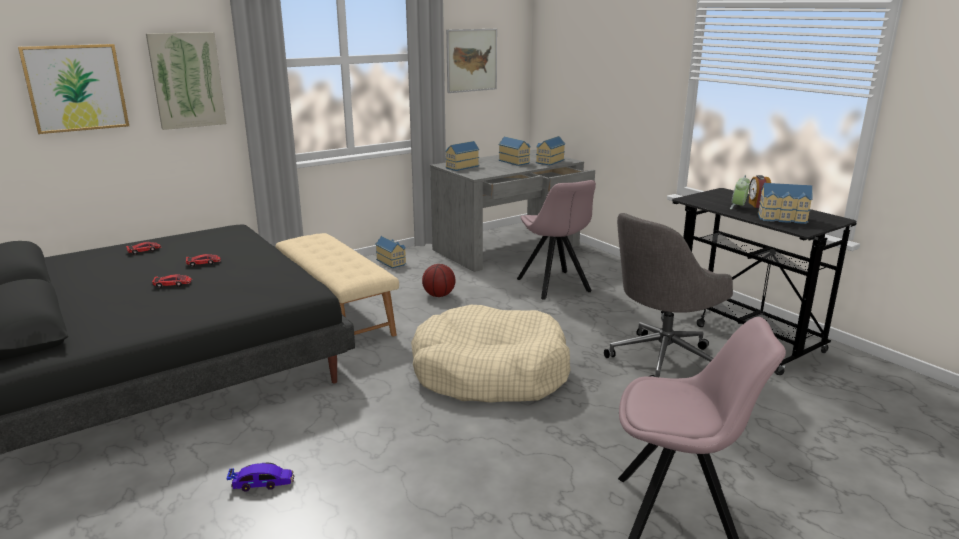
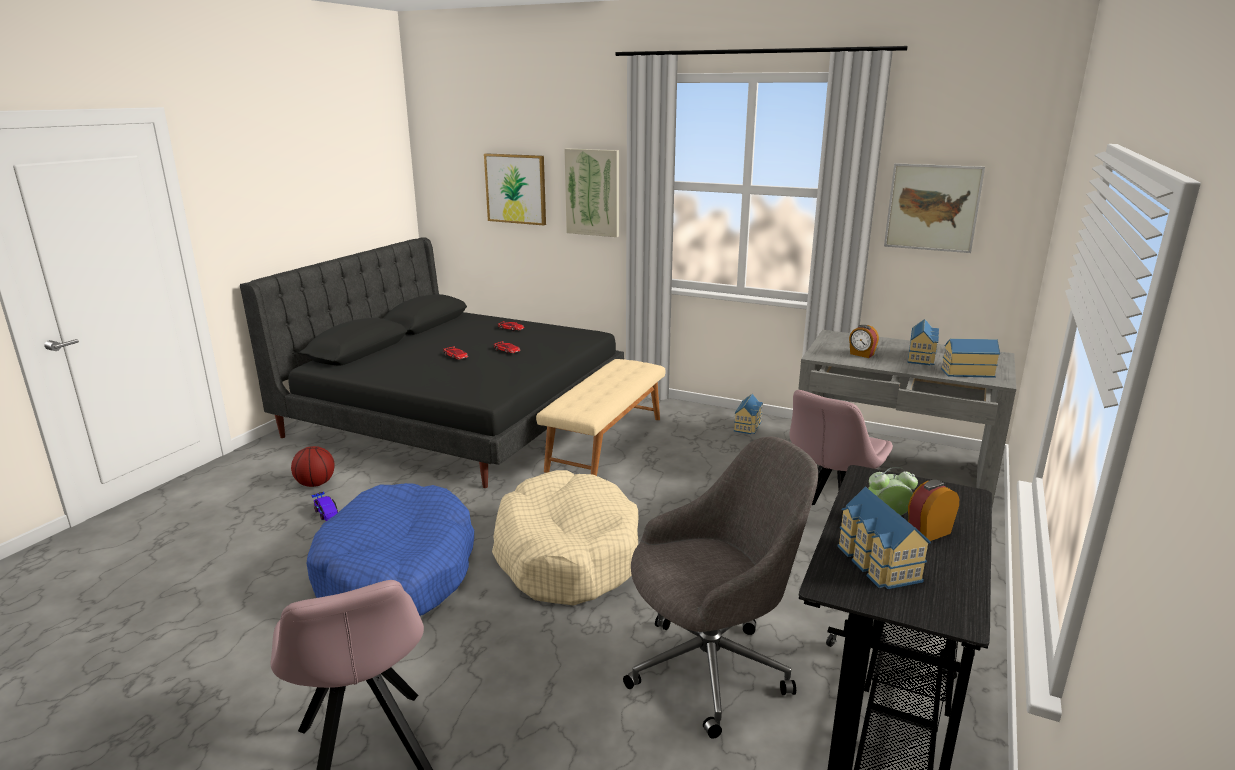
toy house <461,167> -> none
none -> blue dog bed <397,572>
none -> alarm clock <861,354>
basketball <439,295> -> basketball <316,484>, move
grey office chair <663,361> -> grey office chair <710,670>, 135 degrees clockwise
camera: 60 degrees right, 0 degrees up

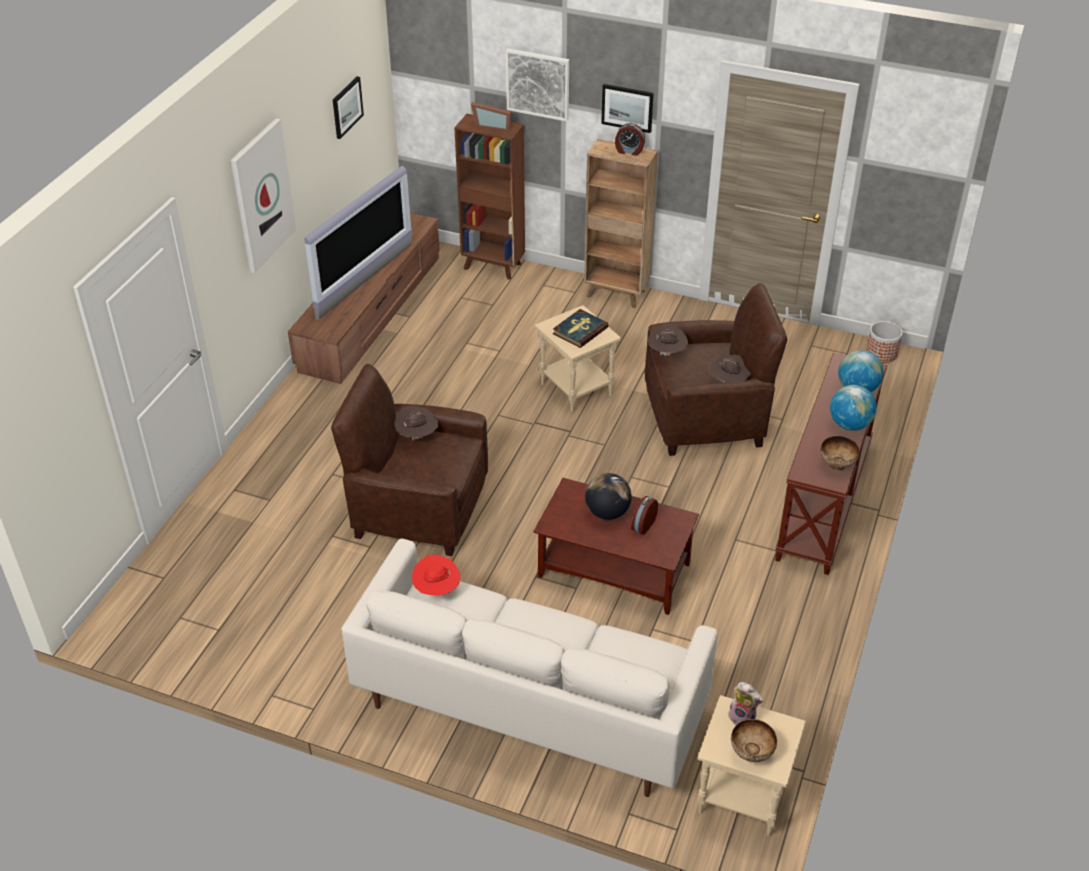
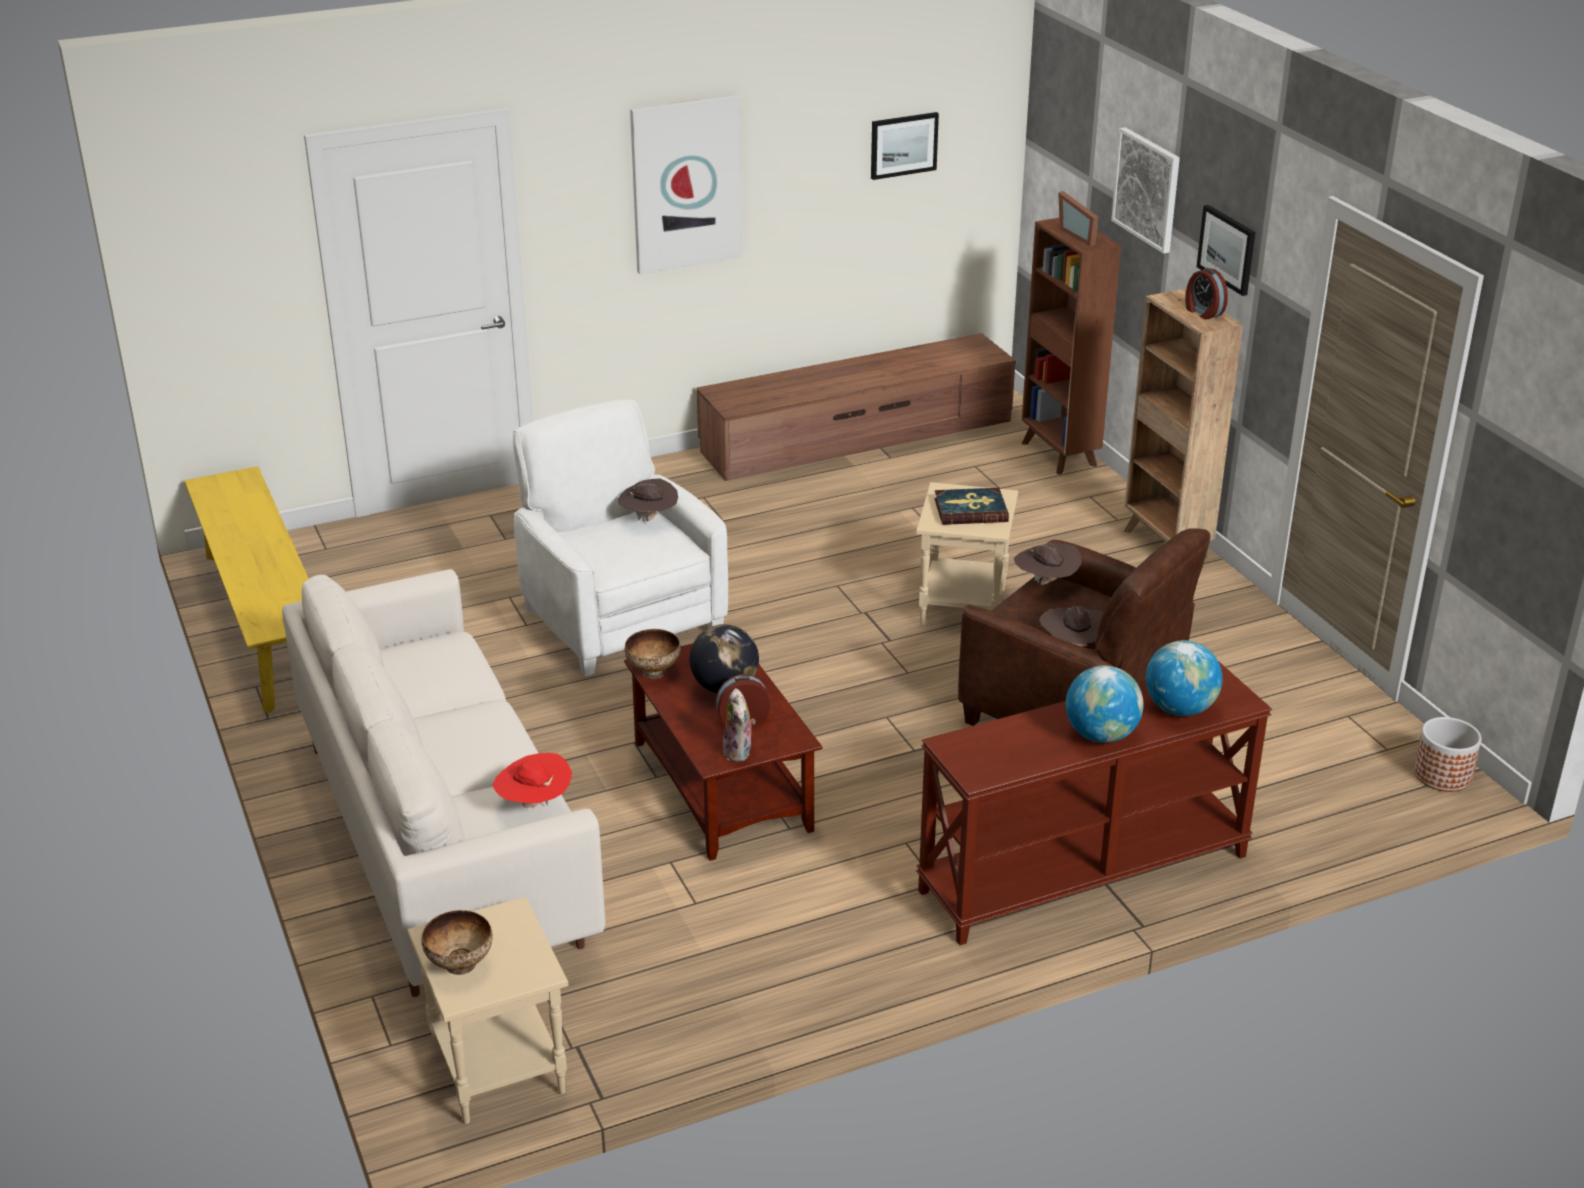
television <366,282> -> none
none -> yellow bench <265,623>
red hat <437,590> -> red hat <534,804>, move
plush toy <743,718> -> plush toy <740,752>, move
bowl <836,465> -> bowl <654,671>, move
brown armchair <418,509> -> white armchair <621,620>
camera: 45 degrees right, 10 degrees down

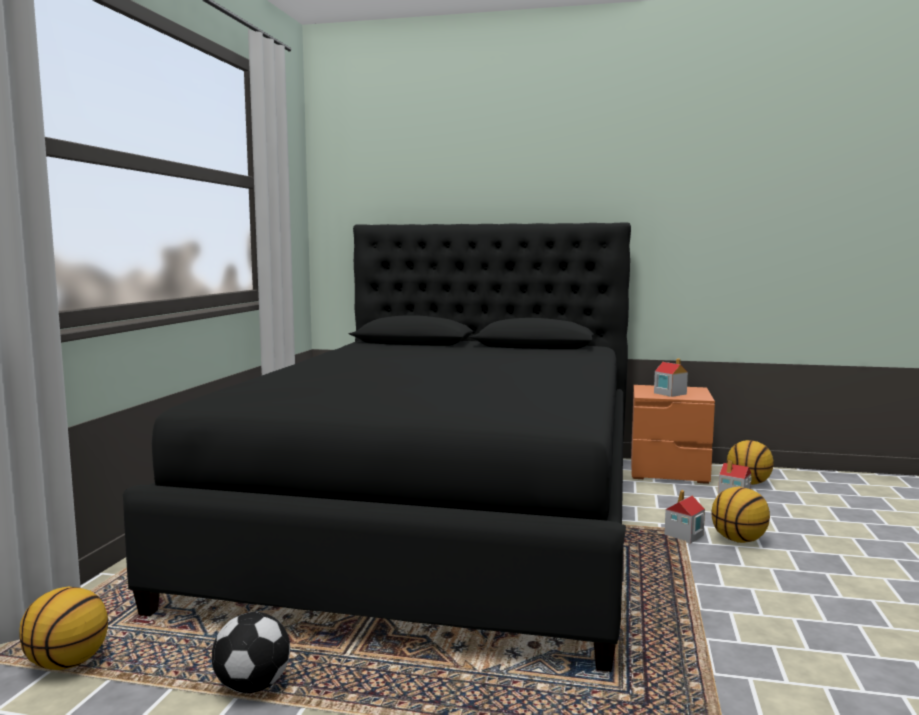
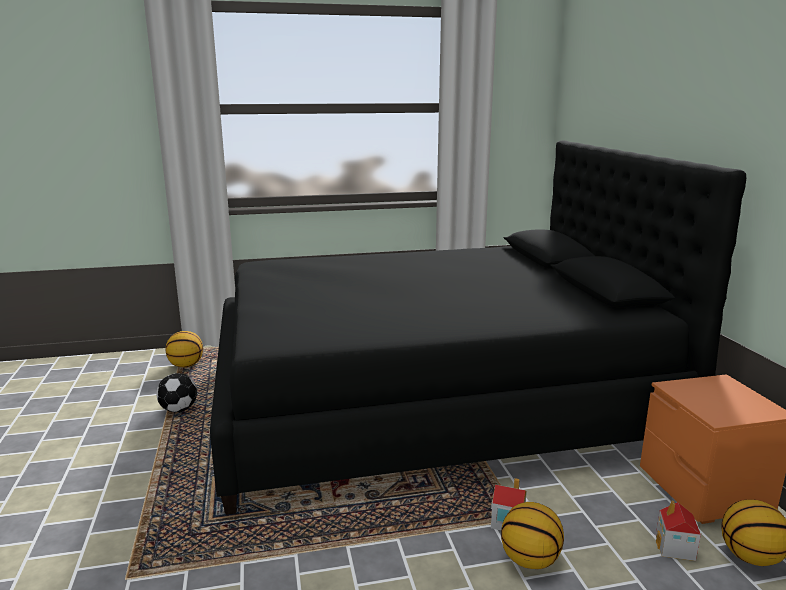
toy house <669,393> -> none
camera: 65 degrees right, 10 degrees up

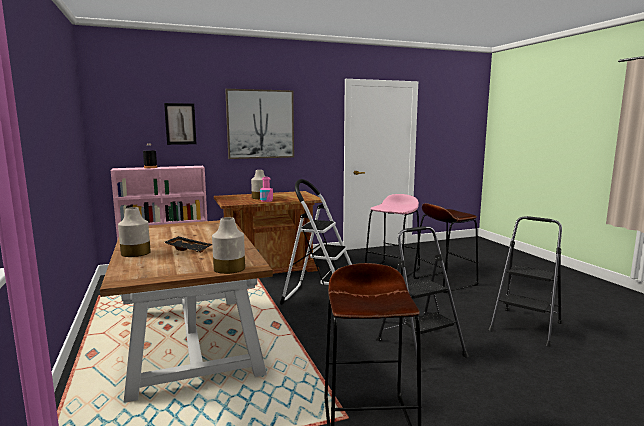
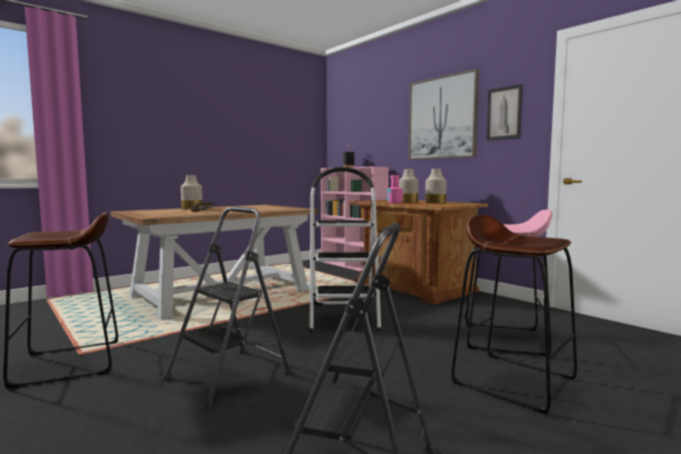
picture <180,124> -> picture <504,113>, move
beige vase <229,268> -> beige vase <435,202>, move
camera: 70 degrees right, 5 degrees down

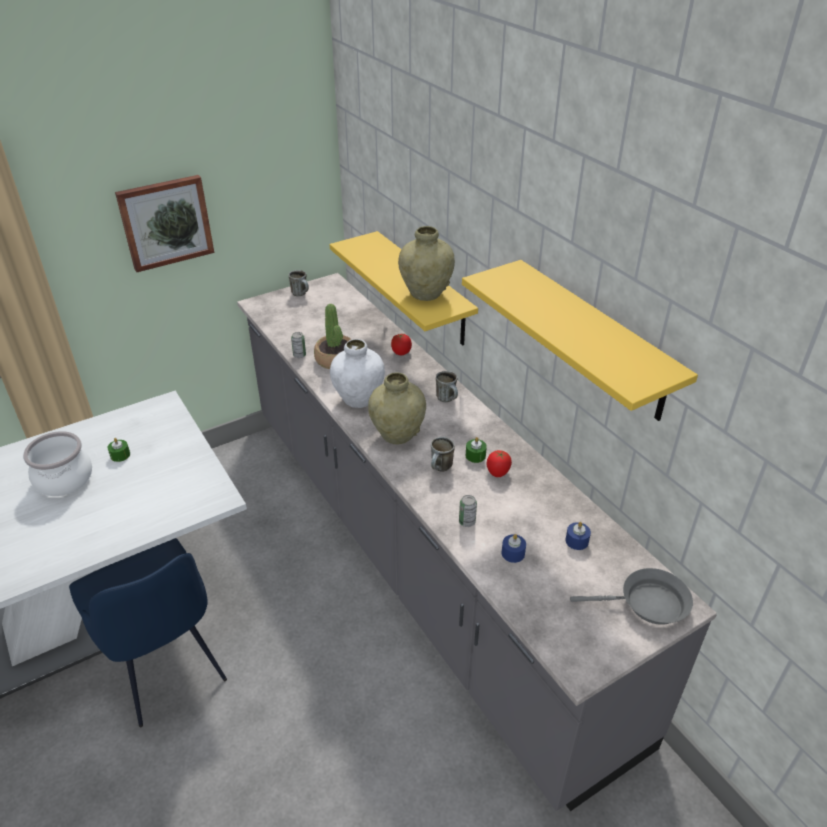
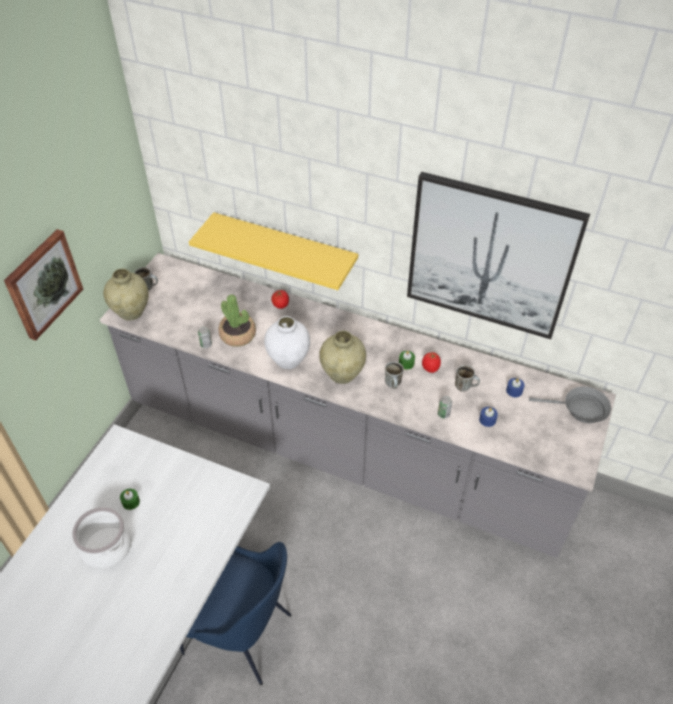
beige vase <425,294> -> beige vase <131,312>, move
mug <448,399> -> mug <465,386>, move
yellow shelf <594,340> -> picture <490,257>
grey frying pan <647,604> -> grey frying pan <580,409>, 45 degrees clockwise
camera: 35 degrees left, 10 degrees up

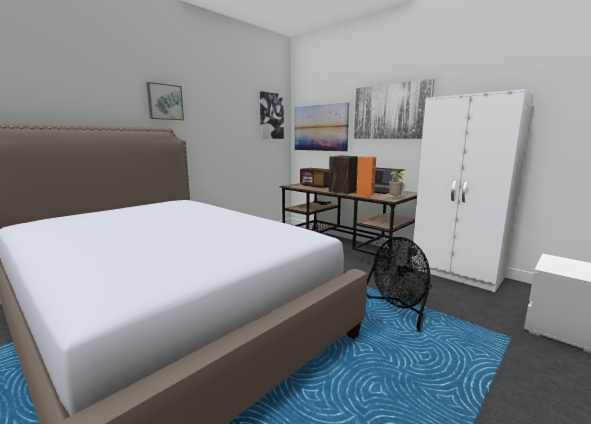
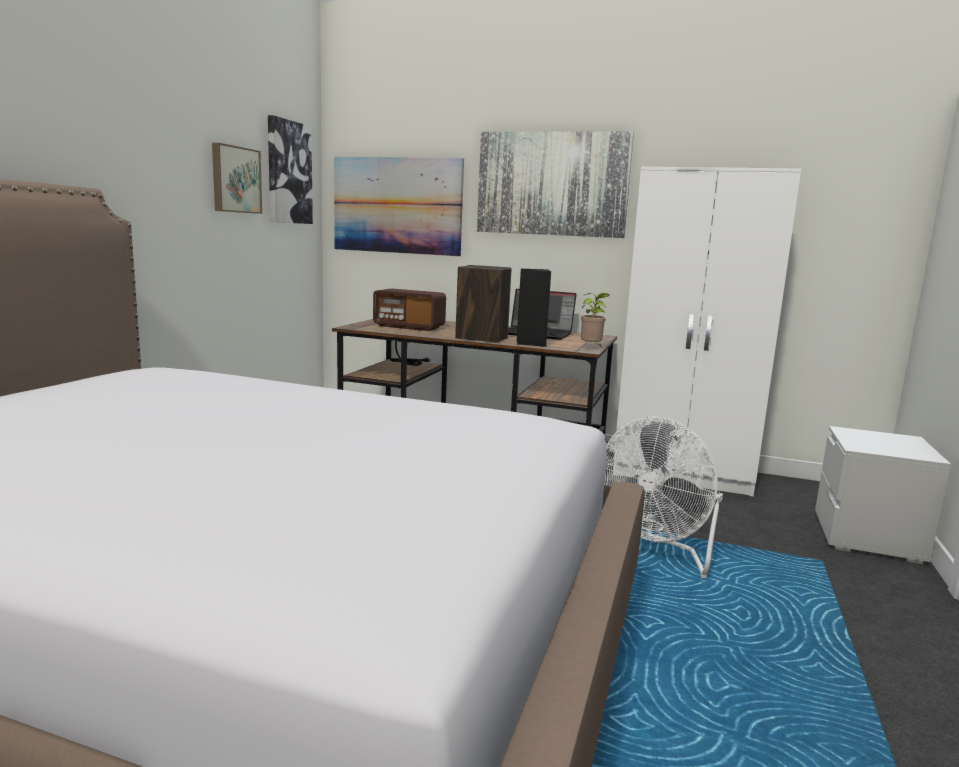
picture <165,102> -> picture <235,179>, move
orange speaker <365,195> -> black speaker <531,343>
black fan <399,309> -> white fan <648,546>
camera: 25 degrees left, 0 degrees up

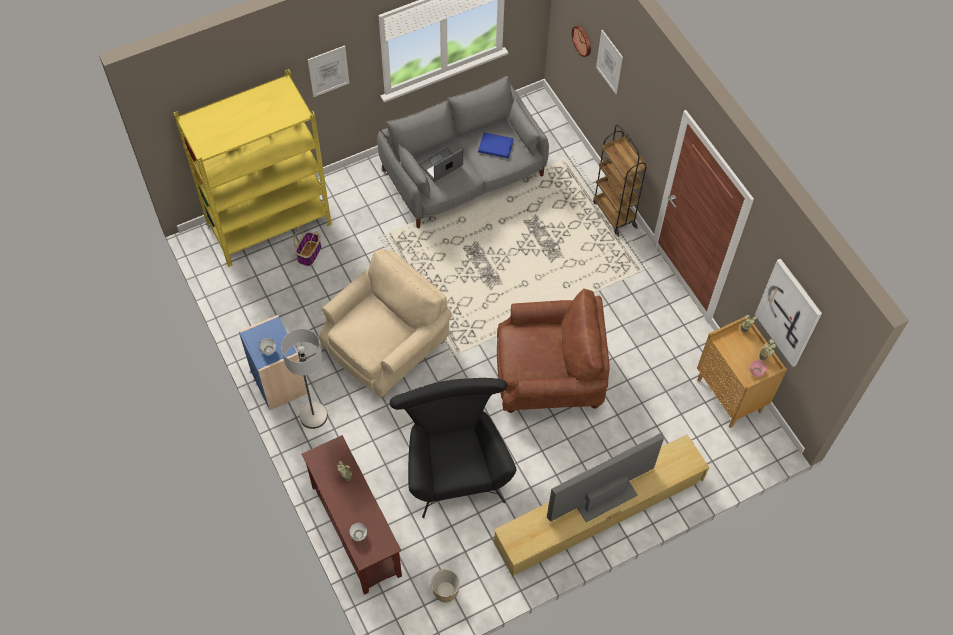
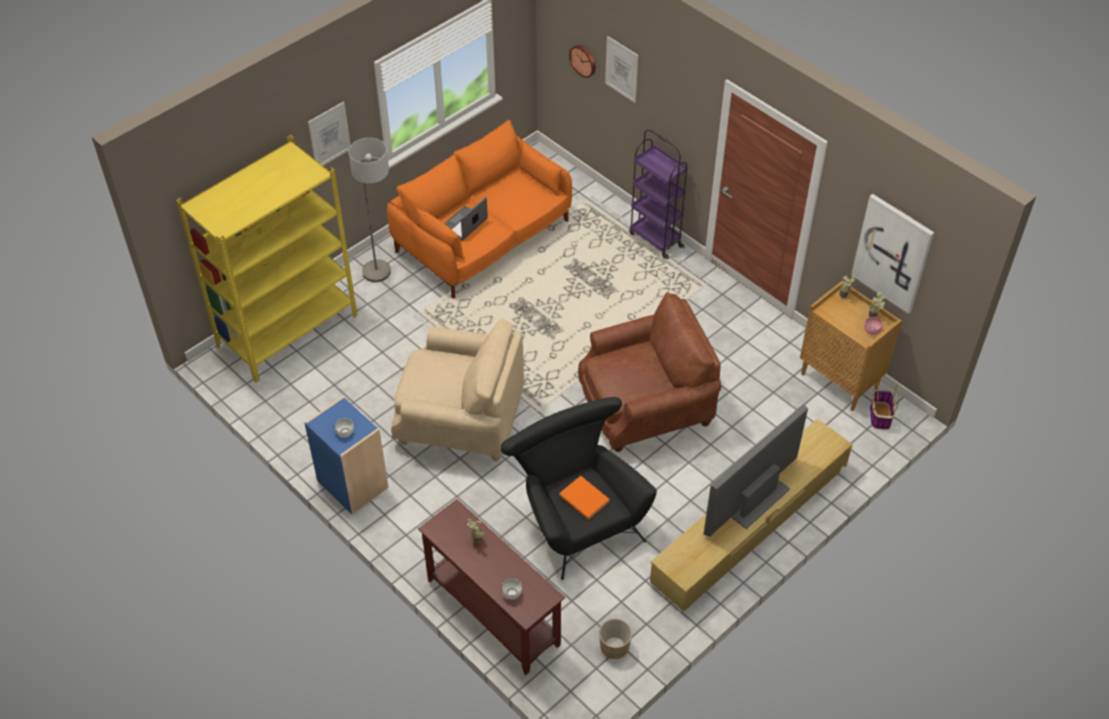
blue book <496,146> -> none
none -> orange book <585,498>
grey floor lamp <317,423> -> grey floor lamp <382,276>, move
basket <309,253> -> basket <880,415>, move
grey sofa <463,173> -> orange sofa <483,236>
brown cart <614,214> -> purple cart <655,240>
beige armchair <387,345> -> beige armchair <460,419>, 75 degrees clockwise
camera: 15 degrees left, 10 degrees down

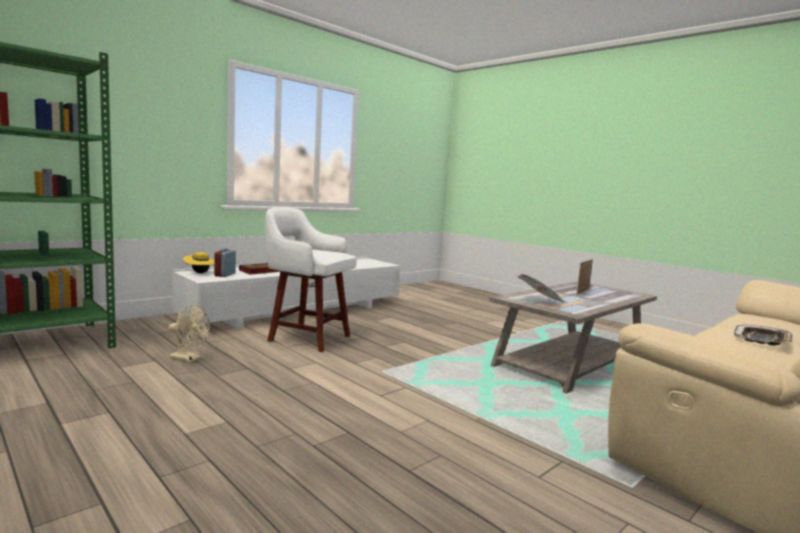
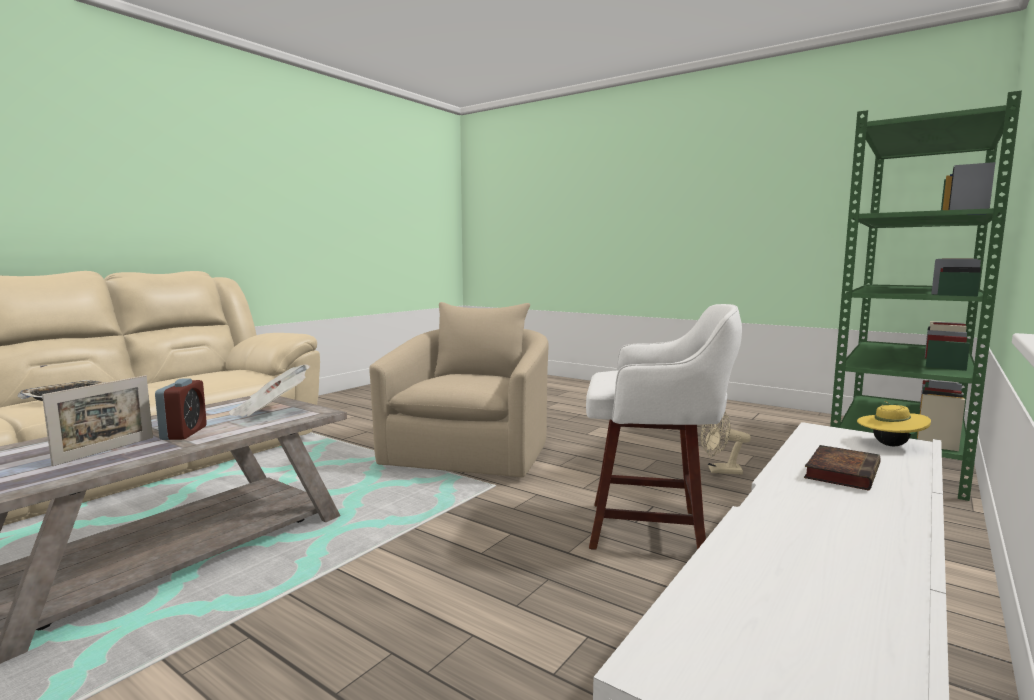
none -> beige armchair <472,451>
alarm clock <225,275> -> alarm clock <184,433>, move
camera: 170 degrees right, 0 degrees up

